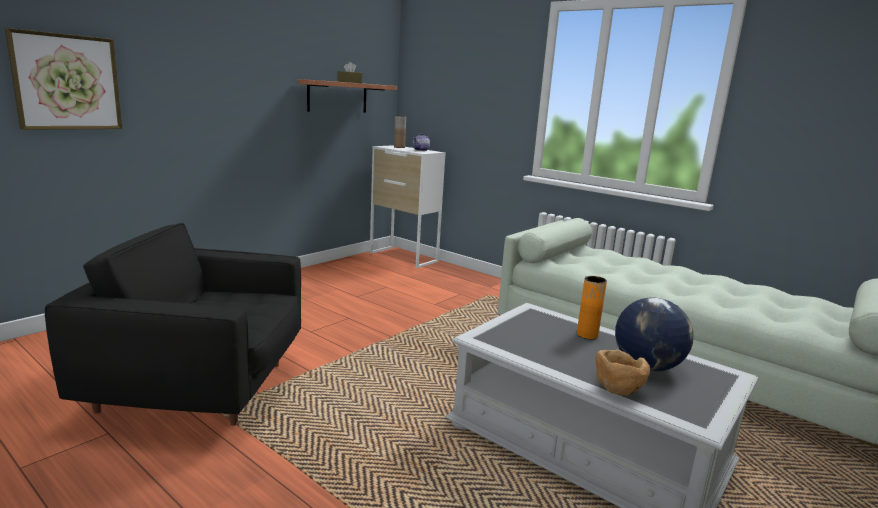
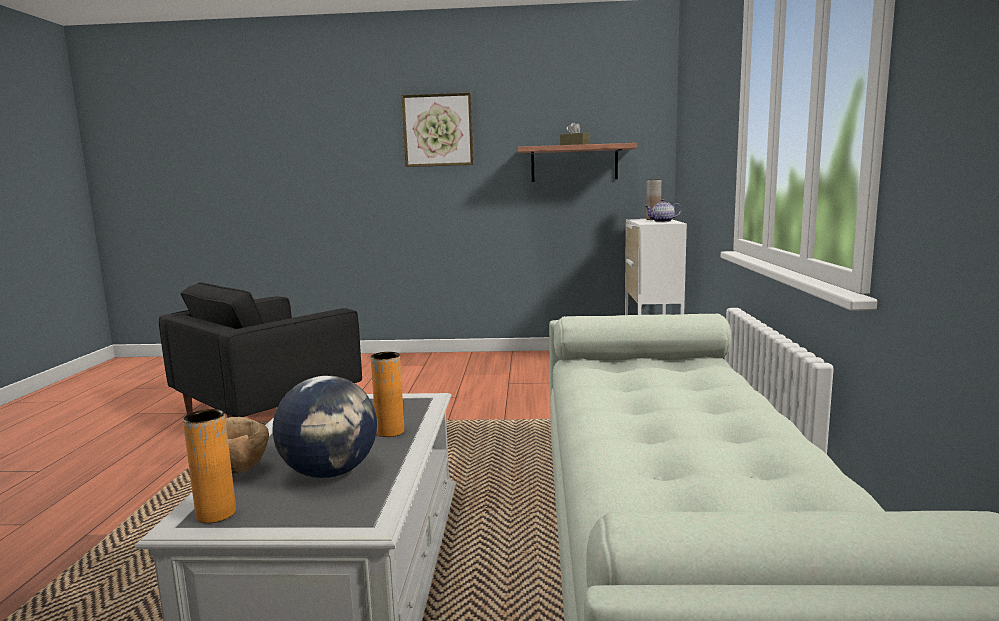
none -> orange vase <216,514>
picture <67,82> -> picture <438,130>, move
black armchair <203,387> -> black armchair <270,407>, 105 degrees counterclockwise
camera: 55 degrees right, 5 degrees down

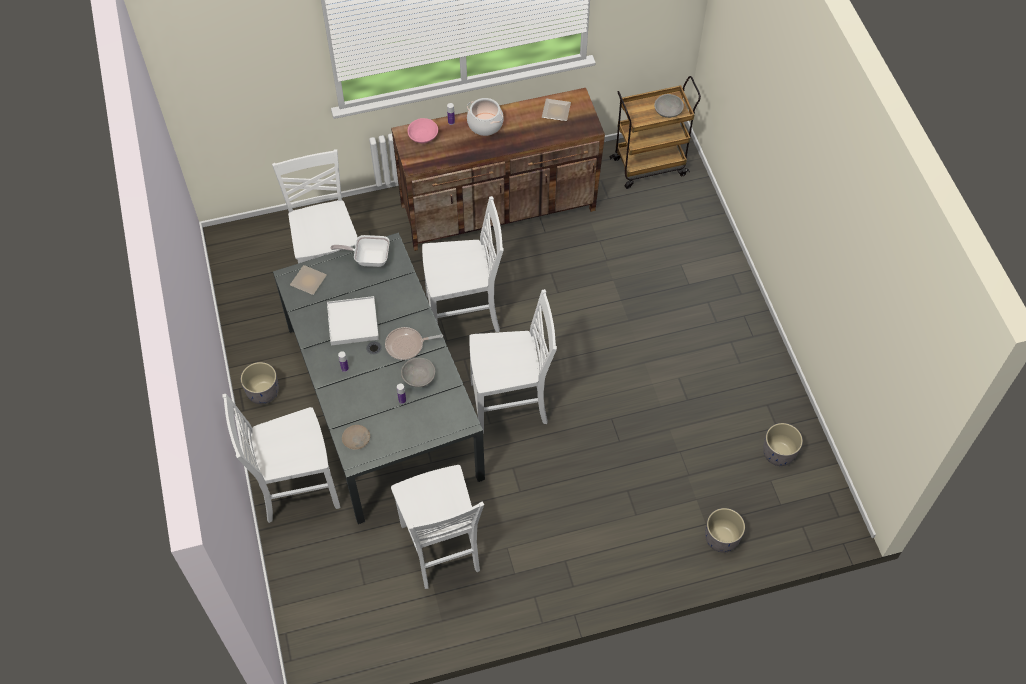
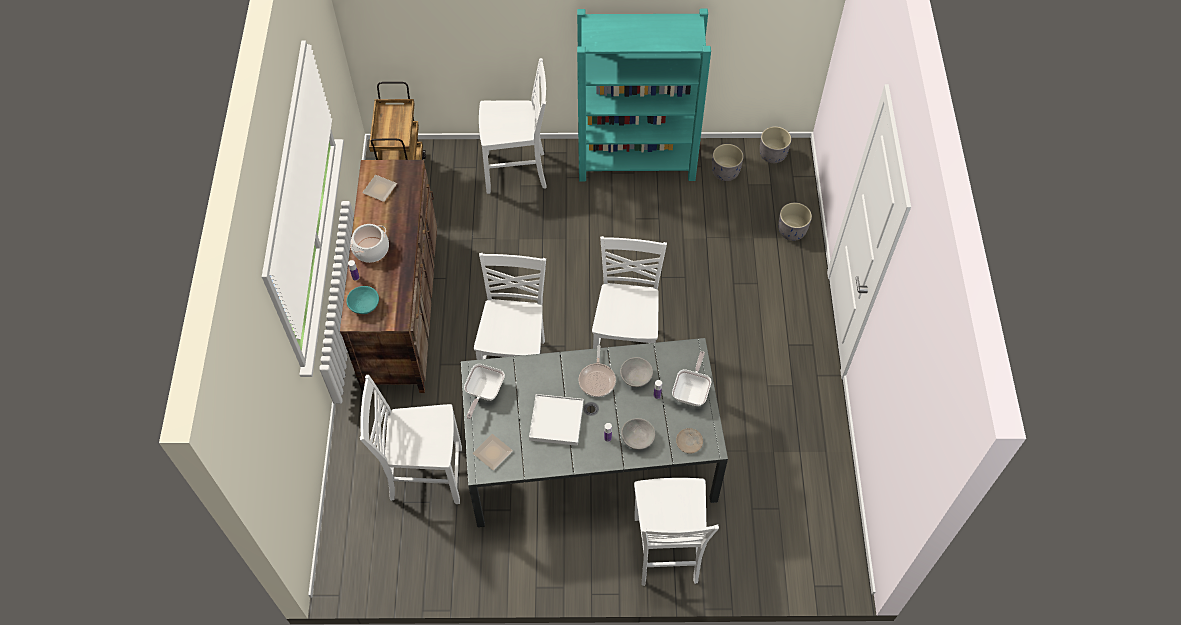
none -> turquoise bookcase <636,160>
none -> frying pan <692,391>
grey planter <264,392> -> grey planter <772,154>, move
white chair <441,549> -> white chair <517,172>, move
grey bowl <668,112> -> grey bowl <637,438>, move
pink bowl <423,136> -> turquoise bowl <364,305>
camera: 75 degrees left, 0 degrees up

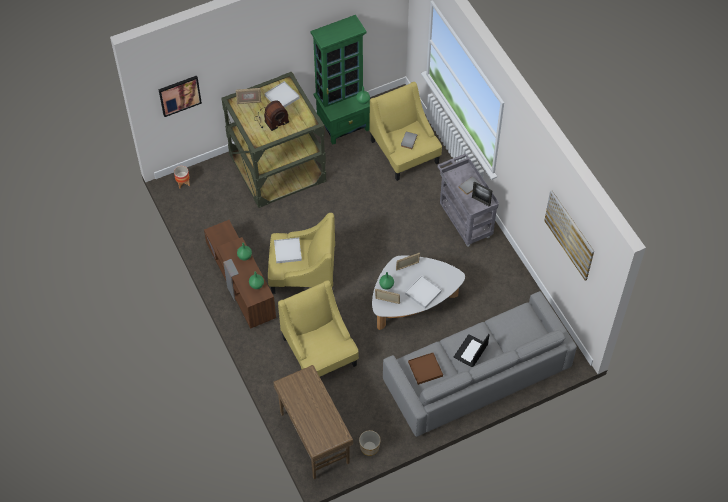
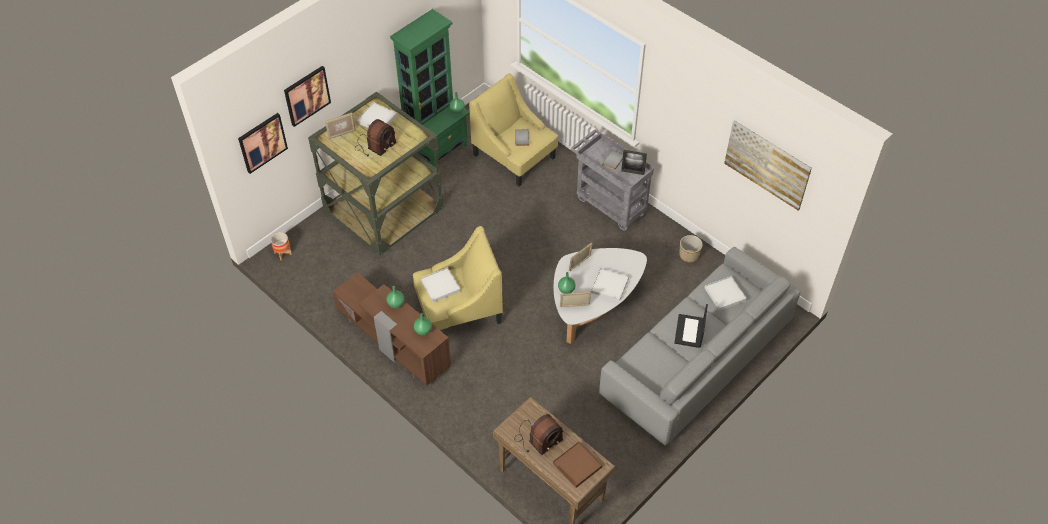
yellow armchair <319,352> -> none
none -> picture <306,95>
none -> radio <537,438>
none -> white tray <725,294>
planter <369,448> -> planter <689,255>, move
brown tray <425,369> -> brown tray <577,465>, move
camera: 20 degrees left, 5 degrees down

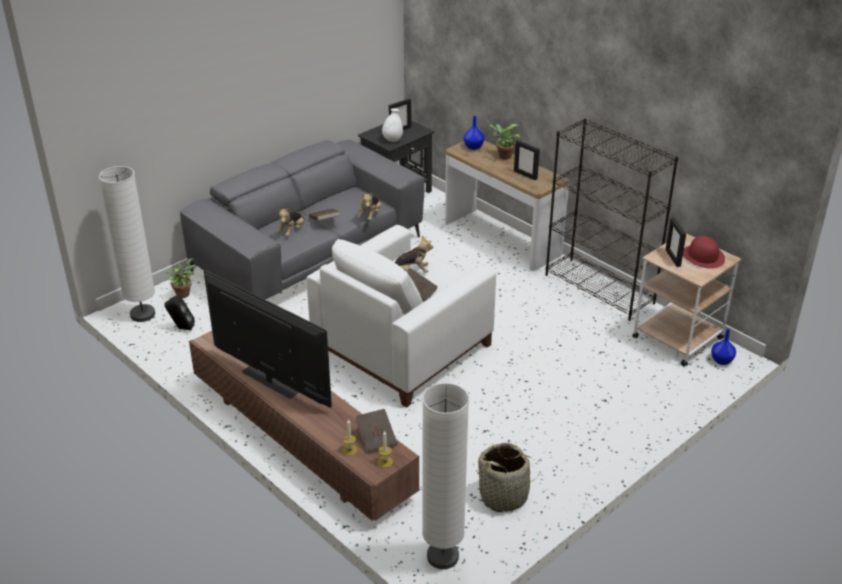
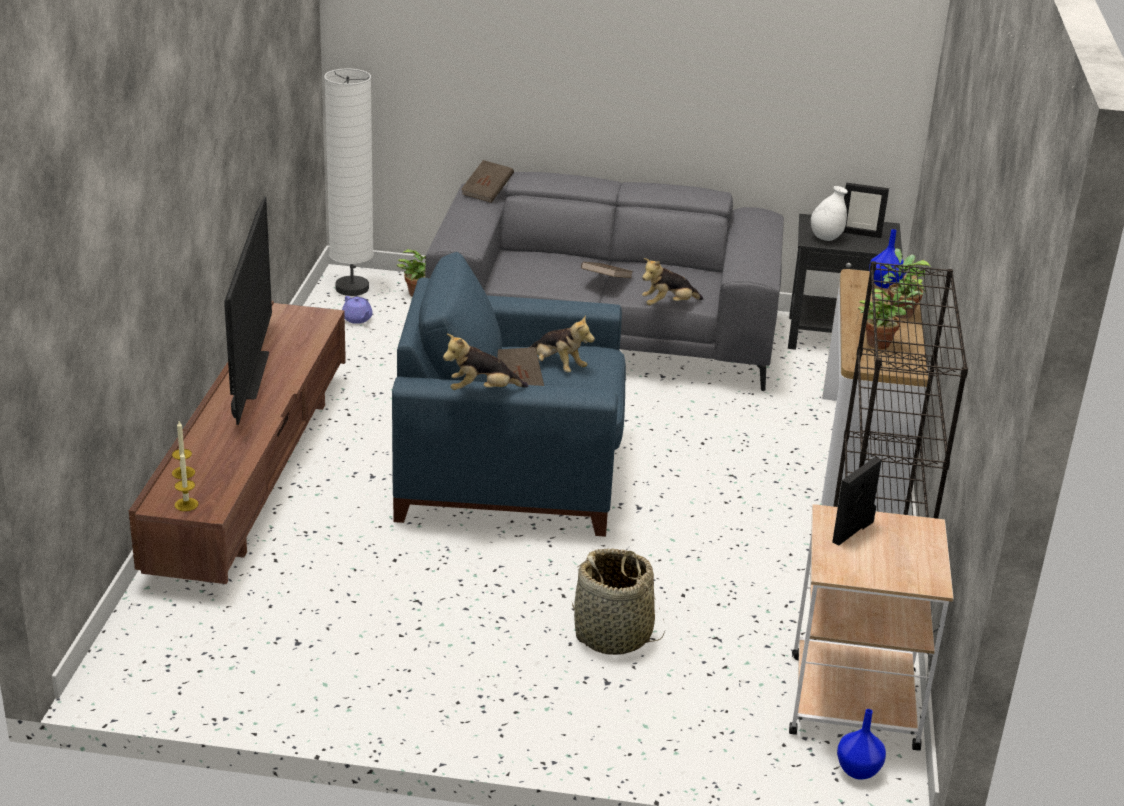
white floor lamp <443,557> -> none
red hat <703,256> -> none
plush toy <292,231> -> plush toy <482,391>, move
brown book <376,438> -> brown book <487,192>, move
basket <504,496> -> basket <613,635>, move
black speaker <181,328> -> purple teapot <357,319>
picture frame <526,174> -> potted plant <881,343>
white armchair <403,346> -> blue armchair <512,471>
camera: 50 degrees right, 5 degrees down

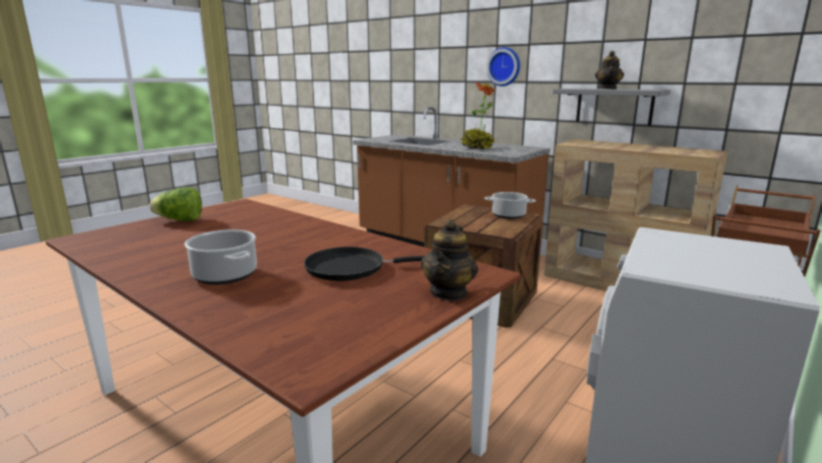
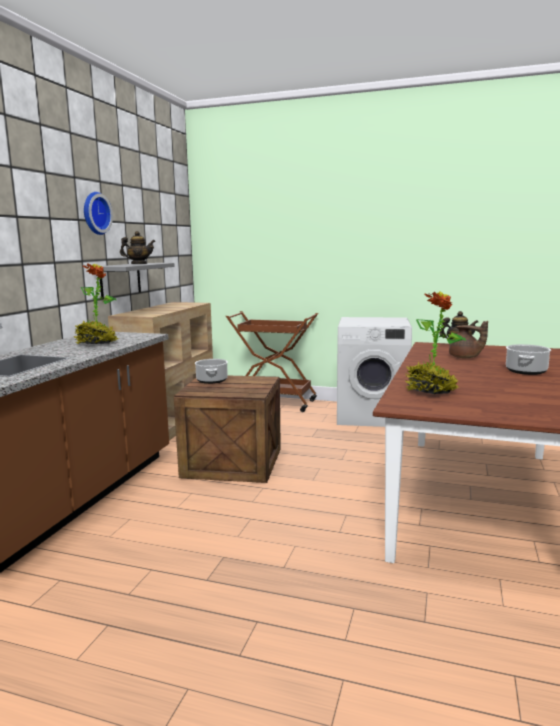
lettuce <180,220> -> none
none -> potted plant <430,391>
wall clock <504,66> -> wall clock <94,213>, move
black frying pan <351,268> -> brown teapot <465,357>
camera: 110 degrees left, 5 degrees down

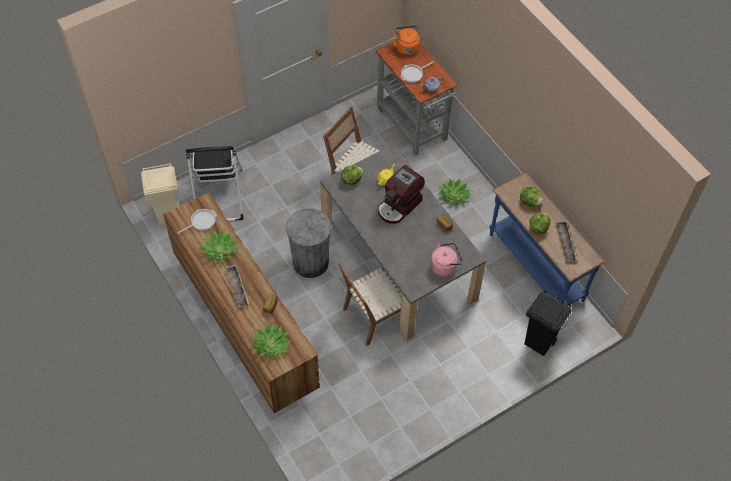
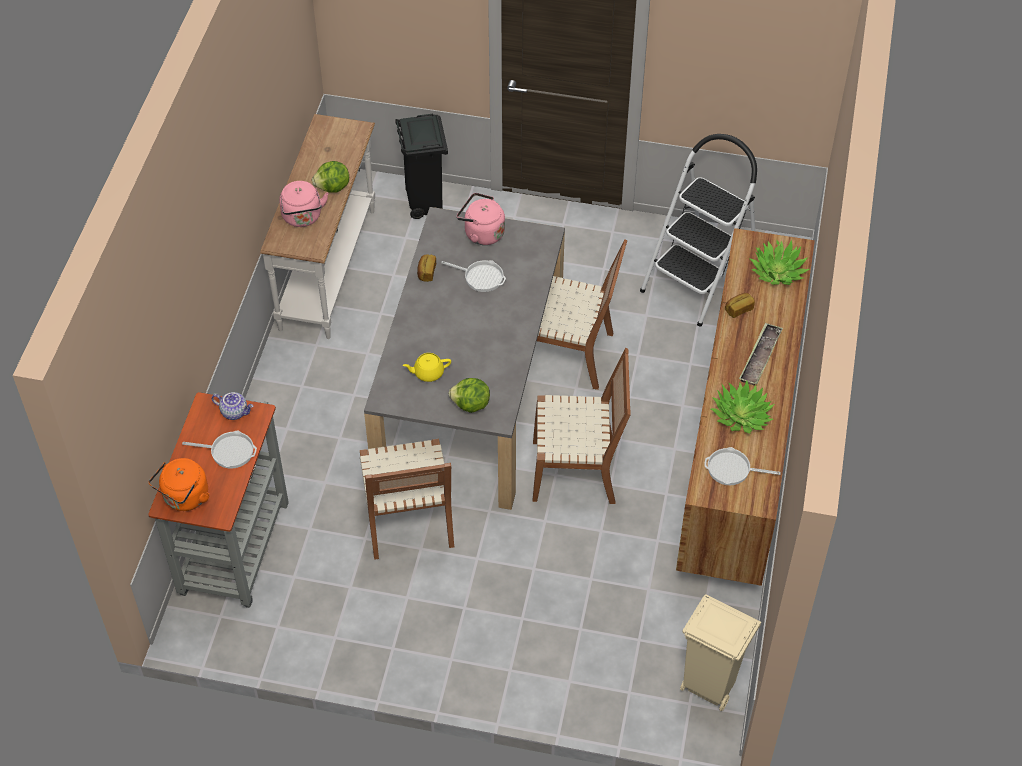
coffee machine <399,206> -> none
potted plant <454,196> -> none
tray <565,242> -> none
none -> frying pan <481,277>
step ladder <219,197> -> step ladder <702,277>, move
grey trash can <310,262> -> chair <578,472>
lettuce <530,202> -> pink kettle <303,218>
blue console table <534,268> -> white console table <329,269>
camera: 135 degrees left, 5 degrees down

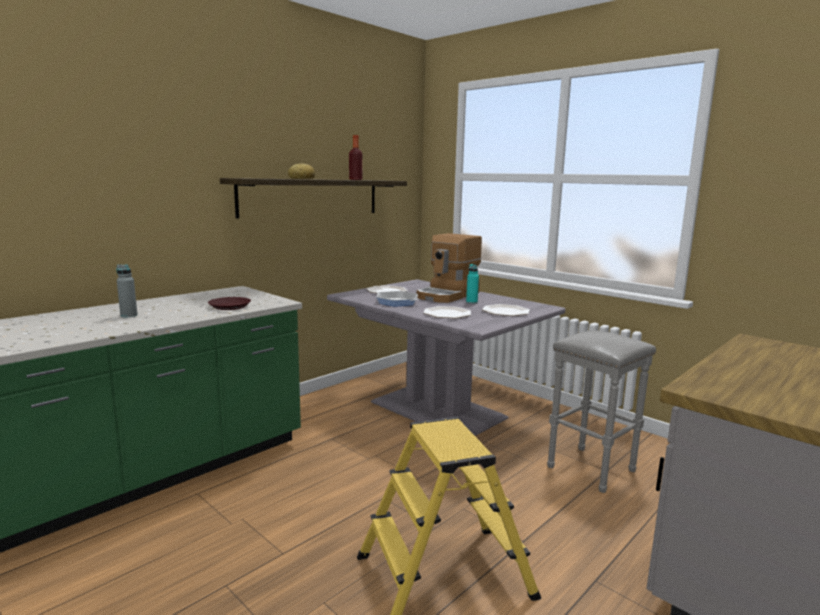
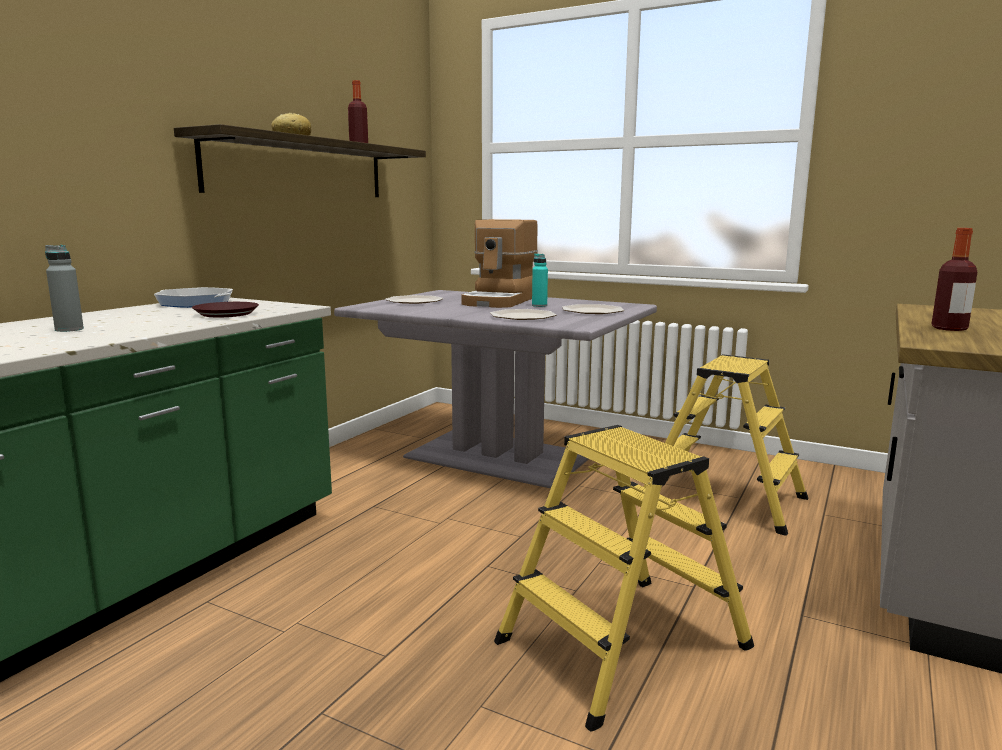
none -> bottle <949,328>
frying pan <397,302> -> frying pan <195,303>, move
grey stool <591,469> -> yellow step ladder <723,499>
camera: 15 degrees left, 0 degrees up

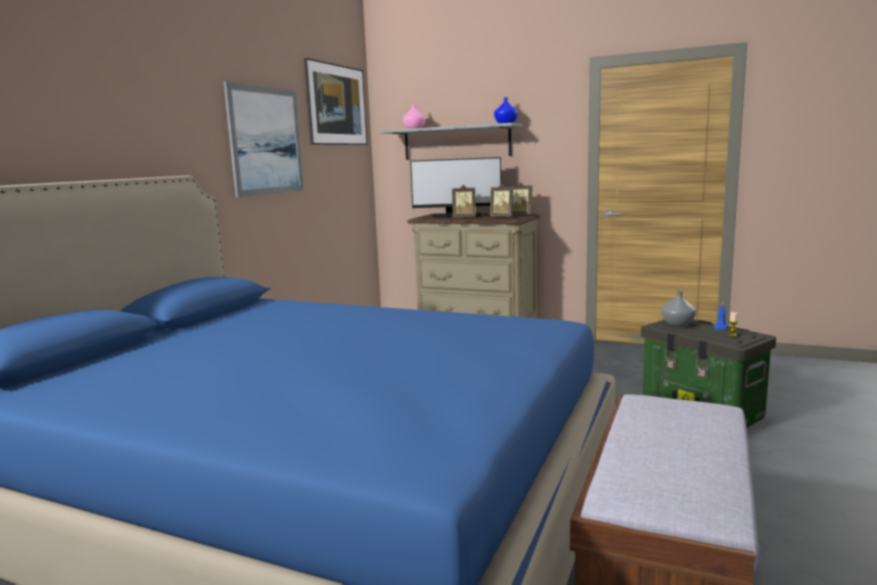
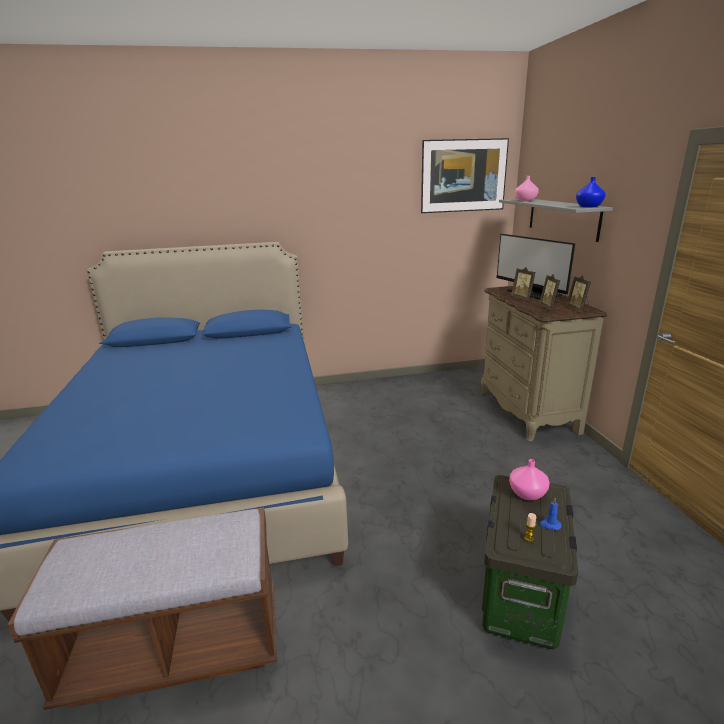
picture <266,141> -> none
grey vase <677,324> -> pink vase <526,493>
camera: 55 degrees right, 10 degrees up

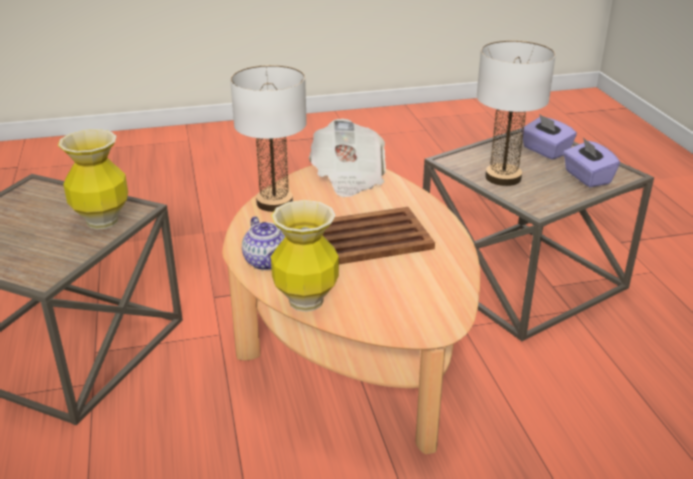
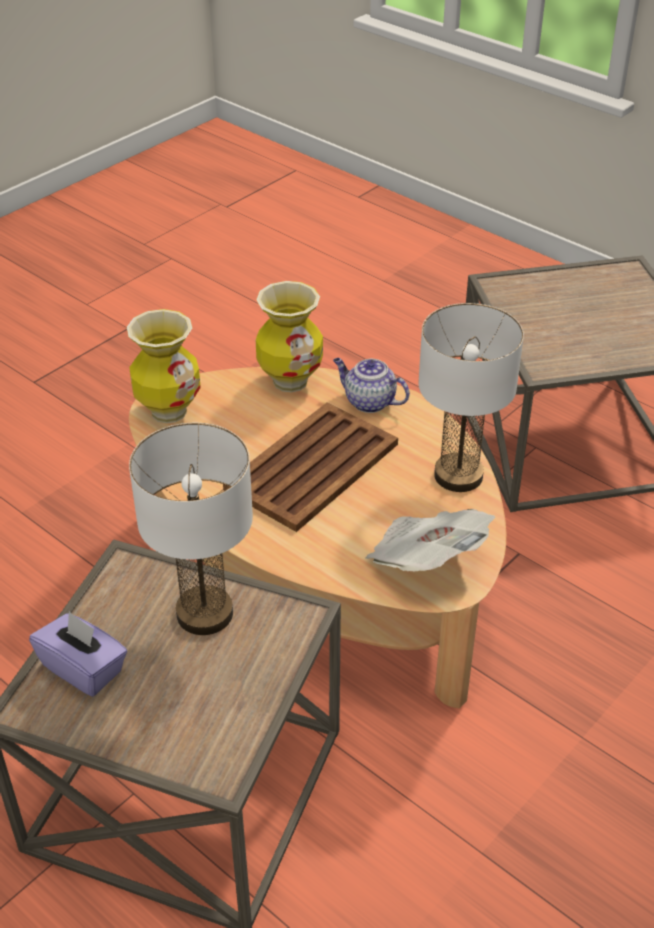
purple tissue box <545,151> -> none
vase <102,222> -> vase <168,411>, move
camera: 145 degrees right, 10 degrees up

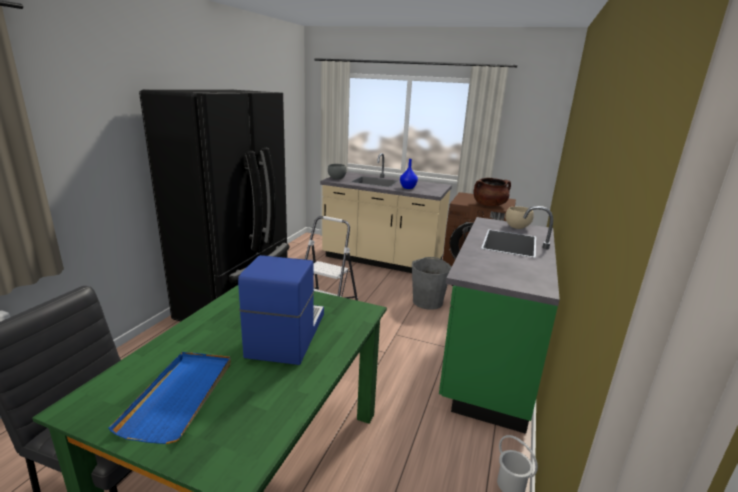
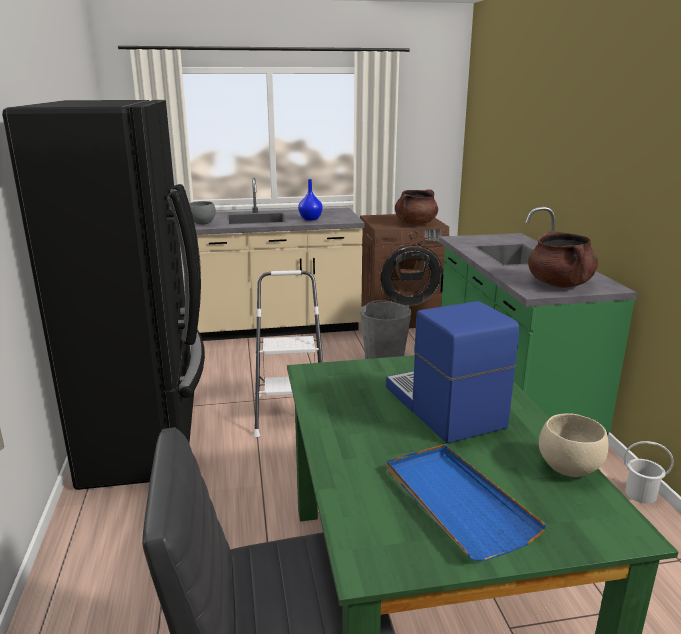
none -> brown cooking pot <559,284>
beige bowl <516,227> -> beige bowl <567,468>, move
camera: 30 degrees left, 0 degrees up

